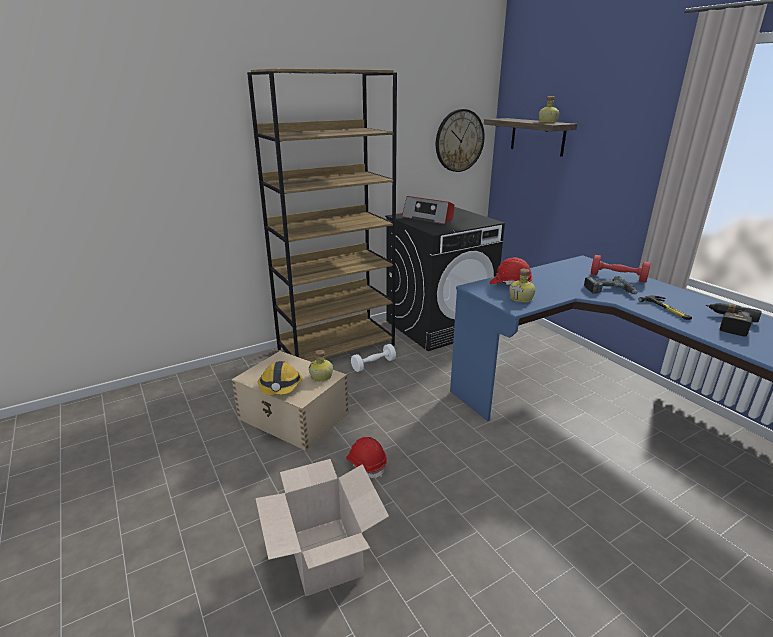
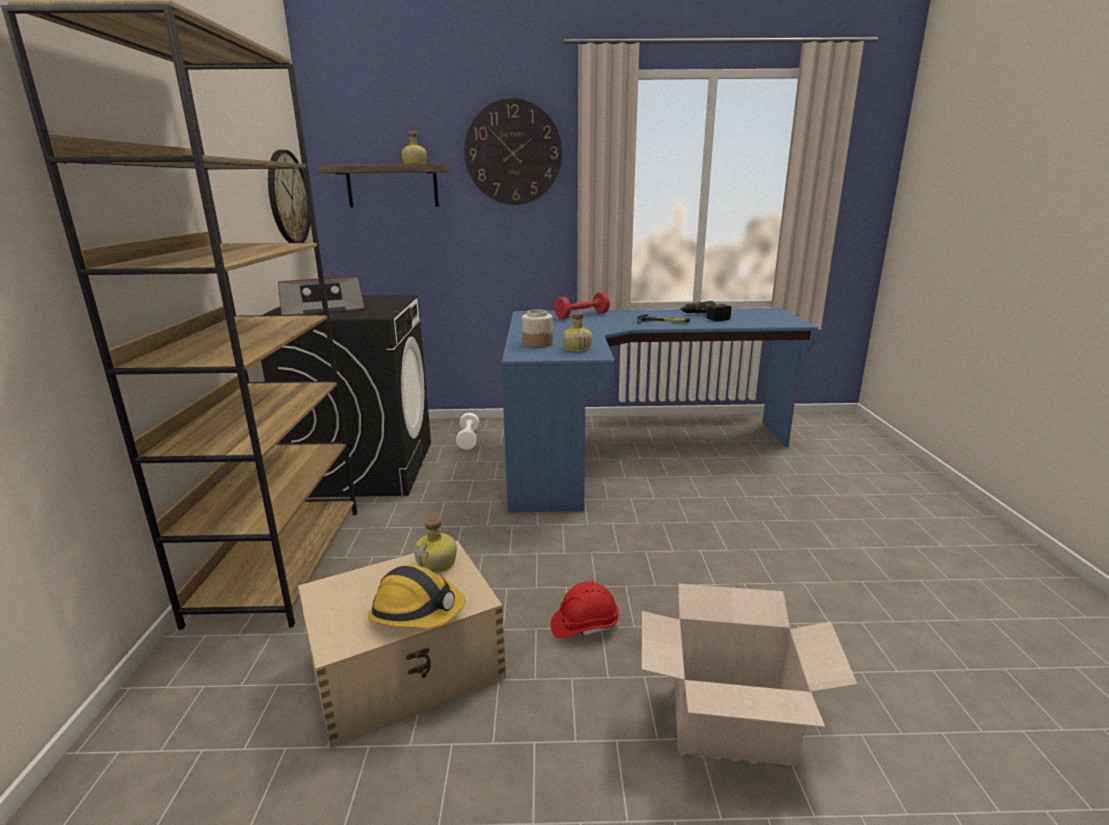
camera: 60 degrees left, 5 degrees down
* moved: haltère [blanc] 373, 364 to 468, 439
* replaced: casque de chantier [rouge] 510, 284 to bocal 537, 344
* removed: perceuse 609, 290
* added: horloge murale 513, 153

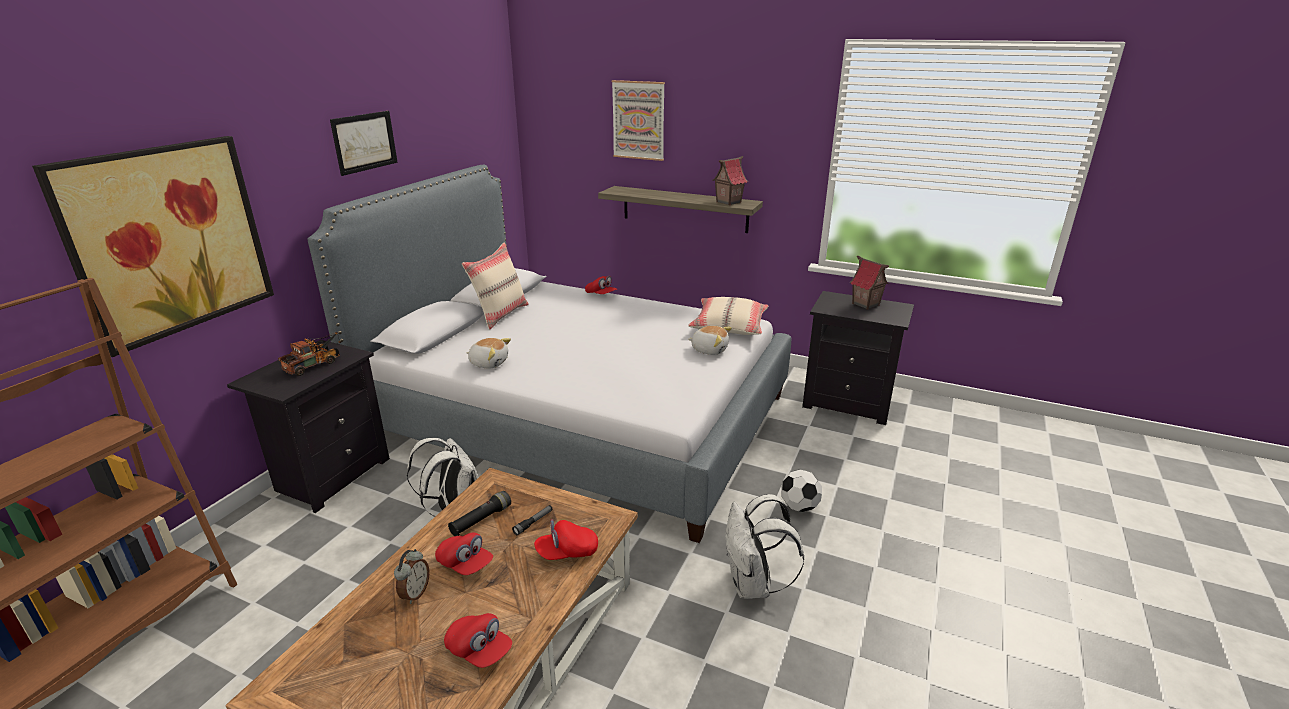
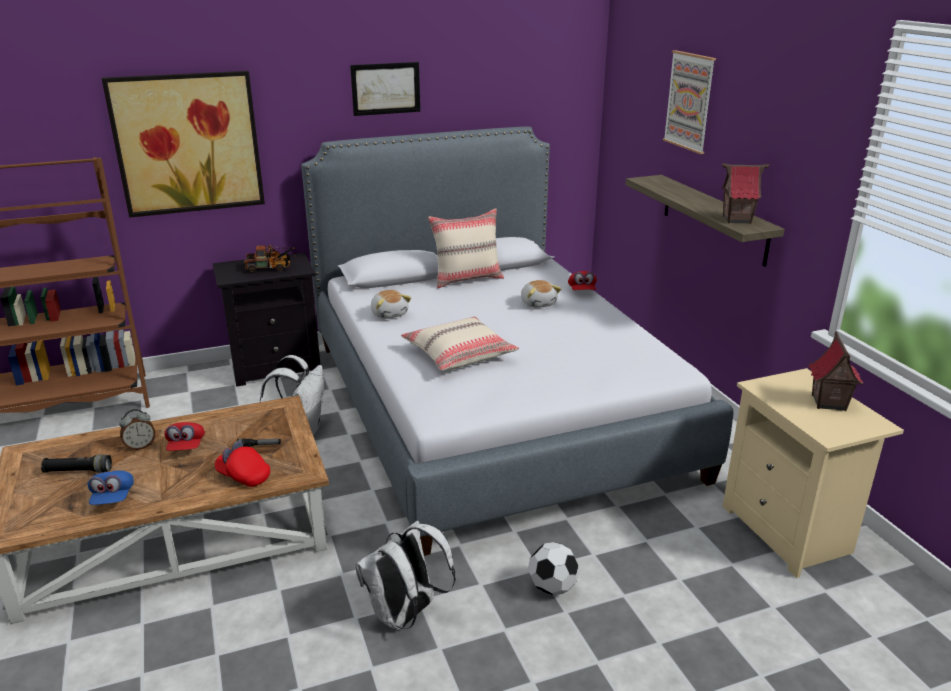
camera: 45 degrees right, 0 degrees up
* recoloured: casquette [rouge] 479, 650 to casquette [bleu] 113, 498
* moved: lampe de poche [noir] 481, 520 to 78, 471
* moved: coussin [beige] 729, 325 to 459, 354
* moved: peluche 709, 349 to 538, 303
* recoloured: table de chevet [noir] 848, 403 to table de chevet [beige] 789, 532

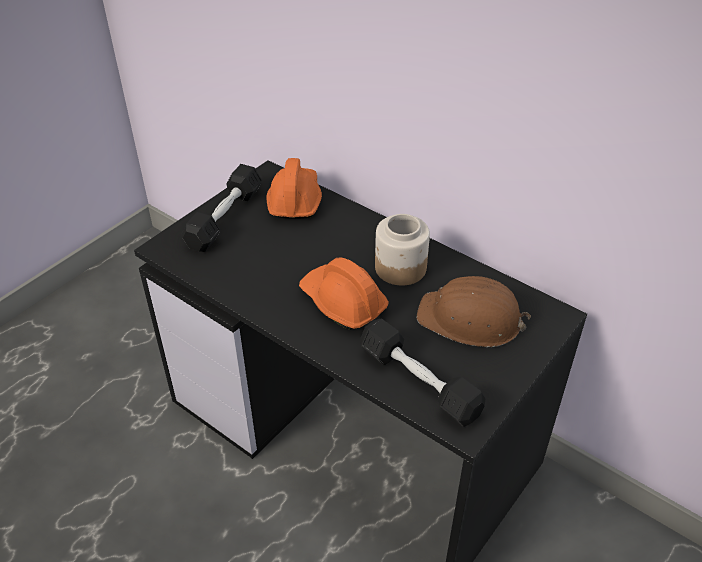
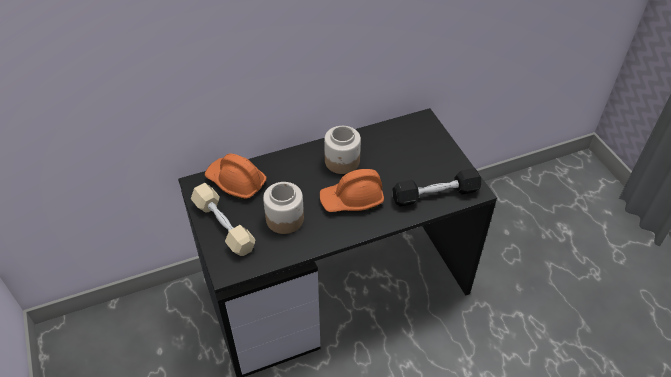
camera: 60 degrees left, 5 degrees up
* recoloured: haltère [noir] 224, 218 to haltère [beige] 223, 226
* removed: casque de chantier [marron] 470, 319
* added: bocal 285, 218

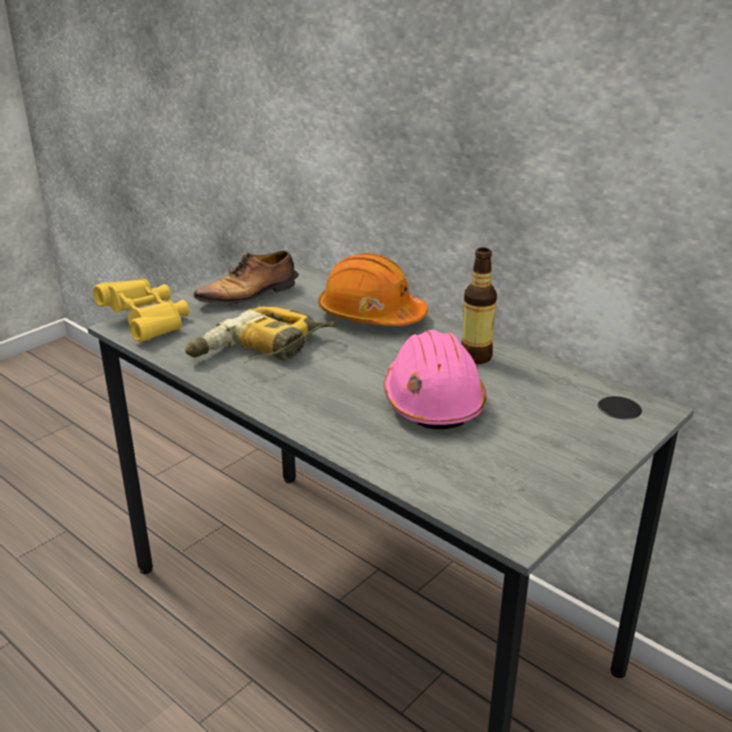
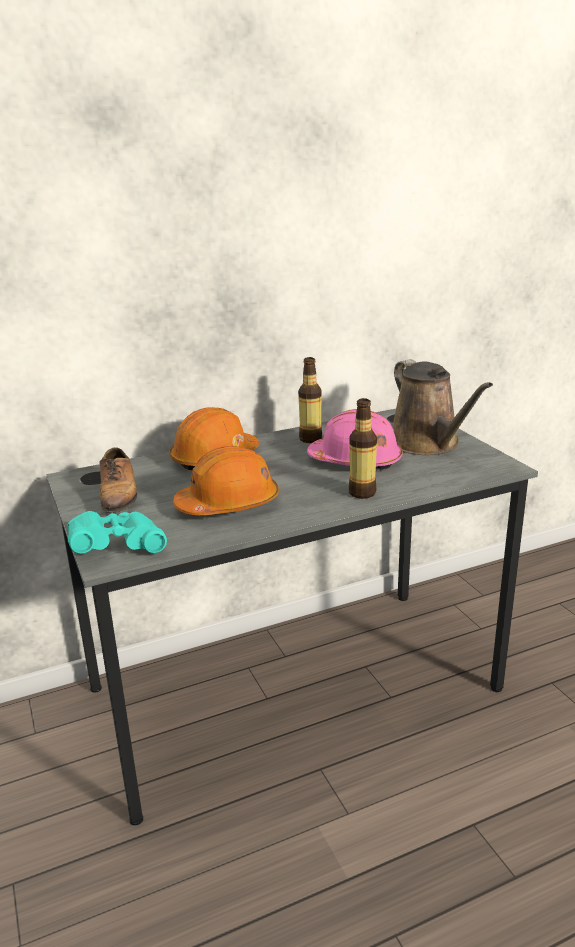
camera: 65 degrees left, 5 degrees down
* recoloured: jumelles [jaune] 147, 323 to jumelles [turquoise] 117, 548
* replaced: perceuse 261, 351 to casque de chantier [orange] 228, 504
* added: bouteille 362, 493
* added: arrosoir [marron] 428, 444

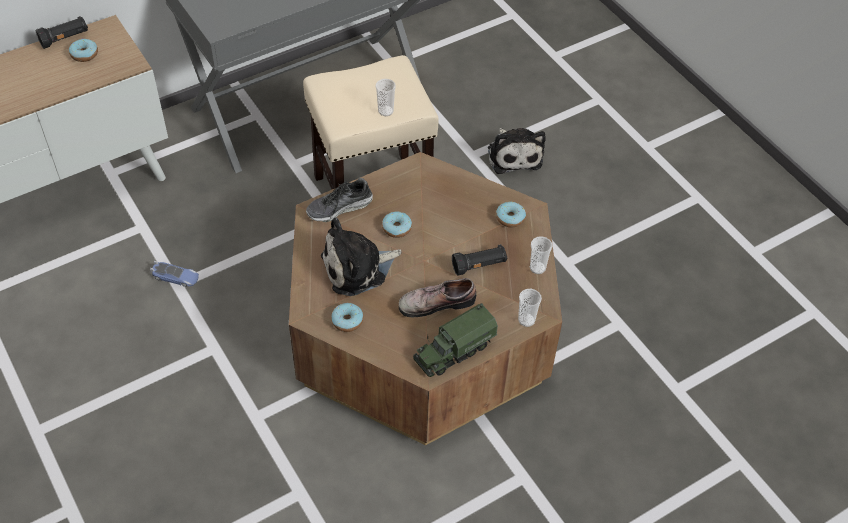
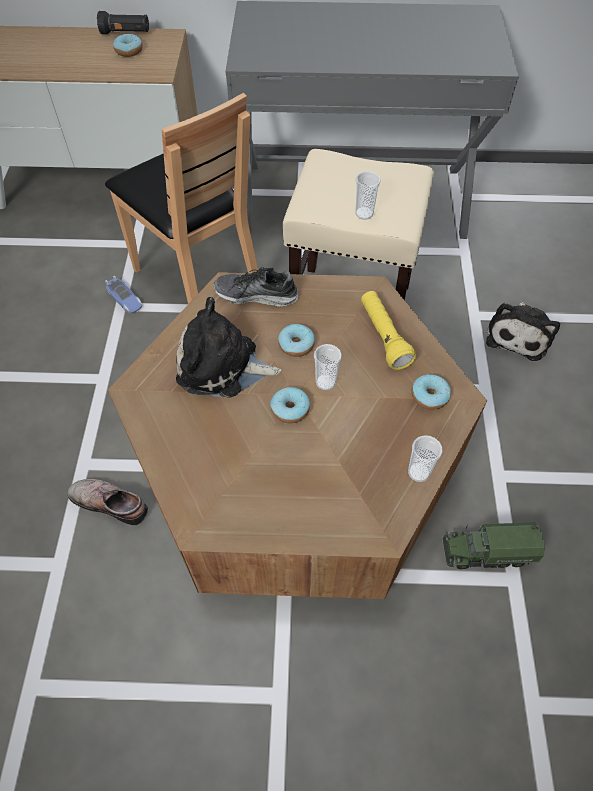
camera: 35 degrees right, 5 degrees up
* moved: beignet 347, 321 to 290, 409
* moved: chaussure 436, 301 to 111, 501
* moved: camion jouet 454, 350 to 487, 552
* removed: lampe de poche [noir] 479, 266
* moved: tasse 526, 320 to 325, 382
* added: chaise [marron] 198, 280
* added: lampe de poche [jaune] 383, 336

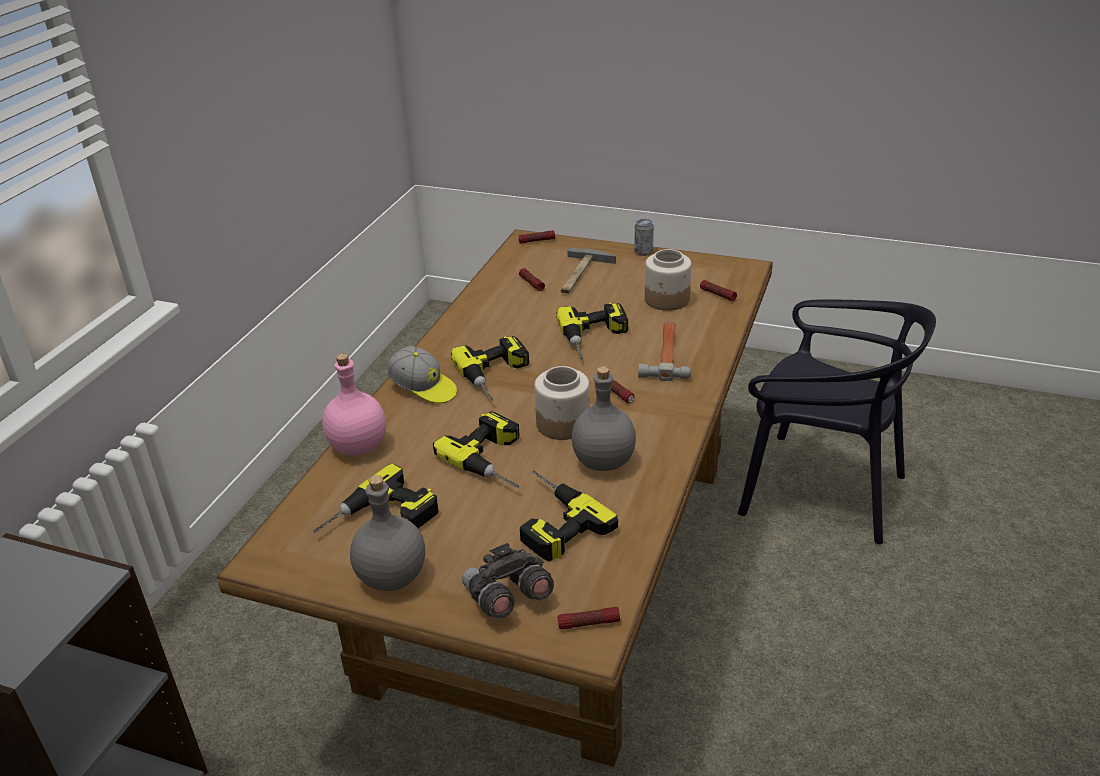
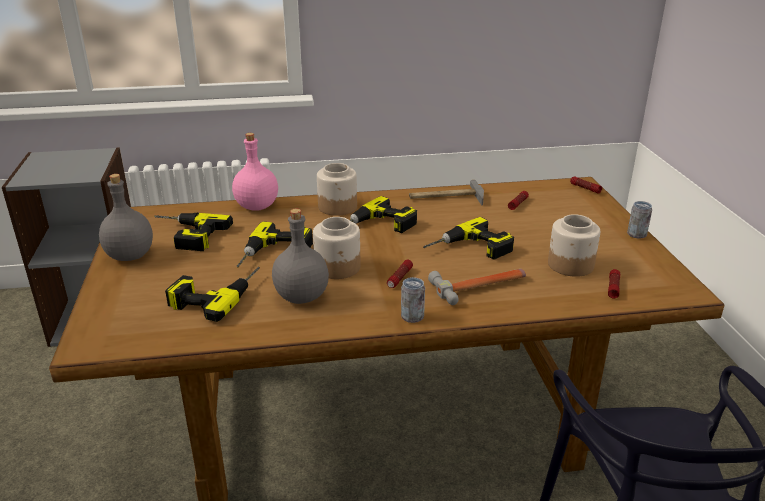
camera: 60 degrees right, 5 degrees down
* replaced: casquette 423, 388 to bocal 338, 207
* removed: jumelles [gris] 507, 598
* removed: lampe de poche 588, 623
* moved: marteau 580, 275 to 446, 197
* added: boîte métallique 412, 317

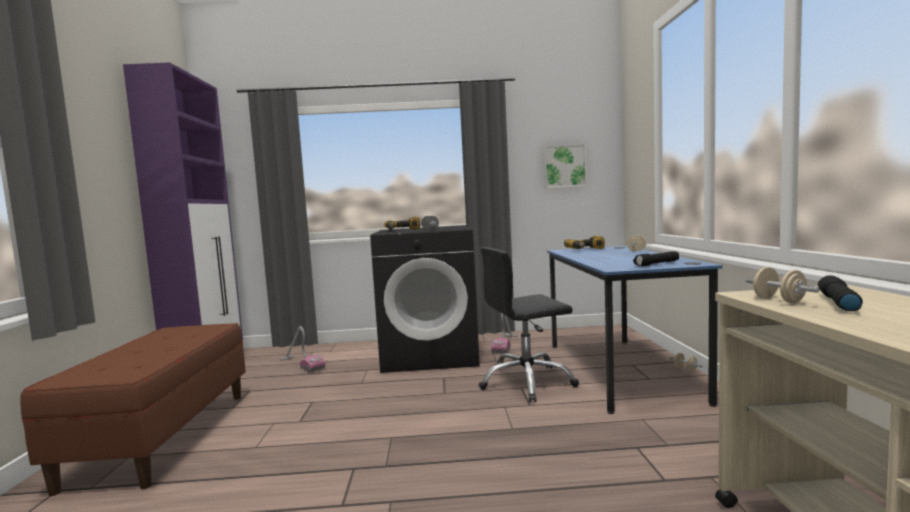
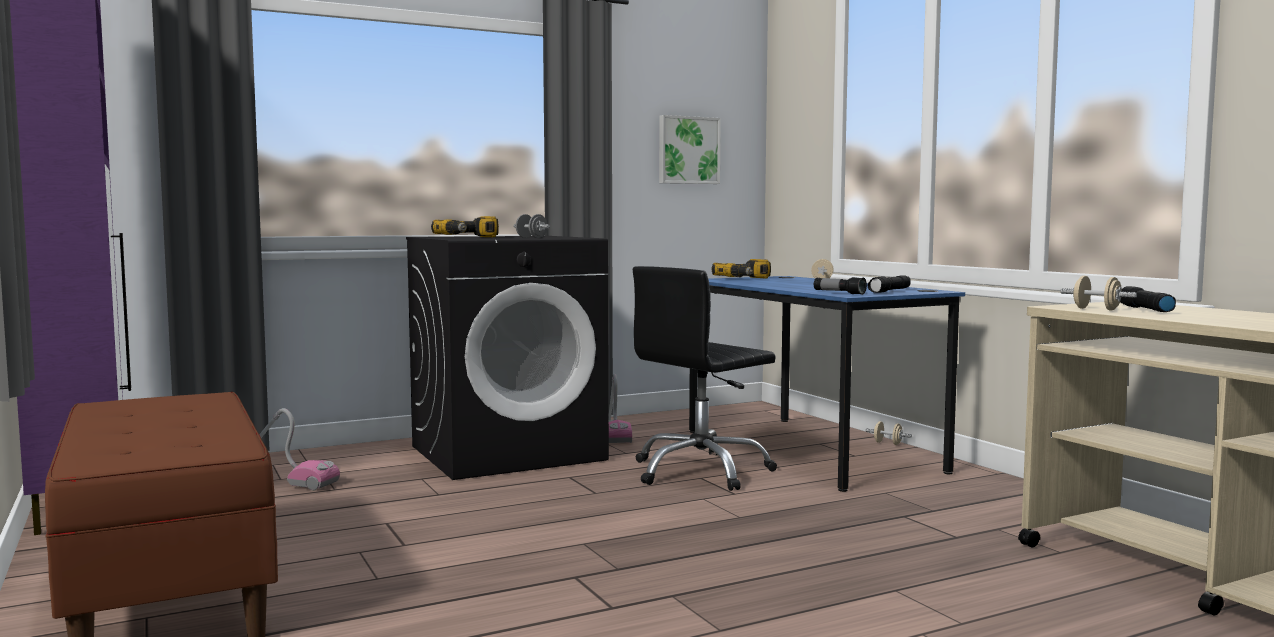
camera: 25 degrees left, 0 degrees up
* added: lampe de poche 839, 293

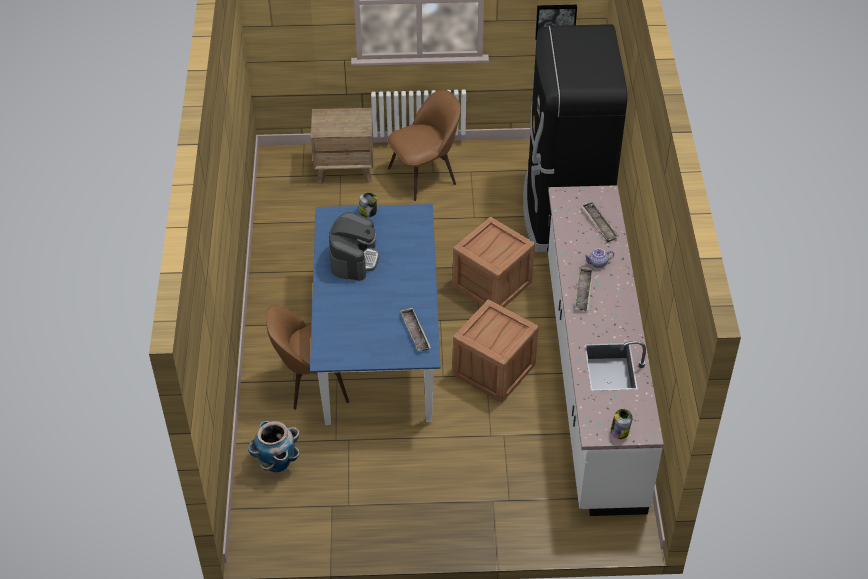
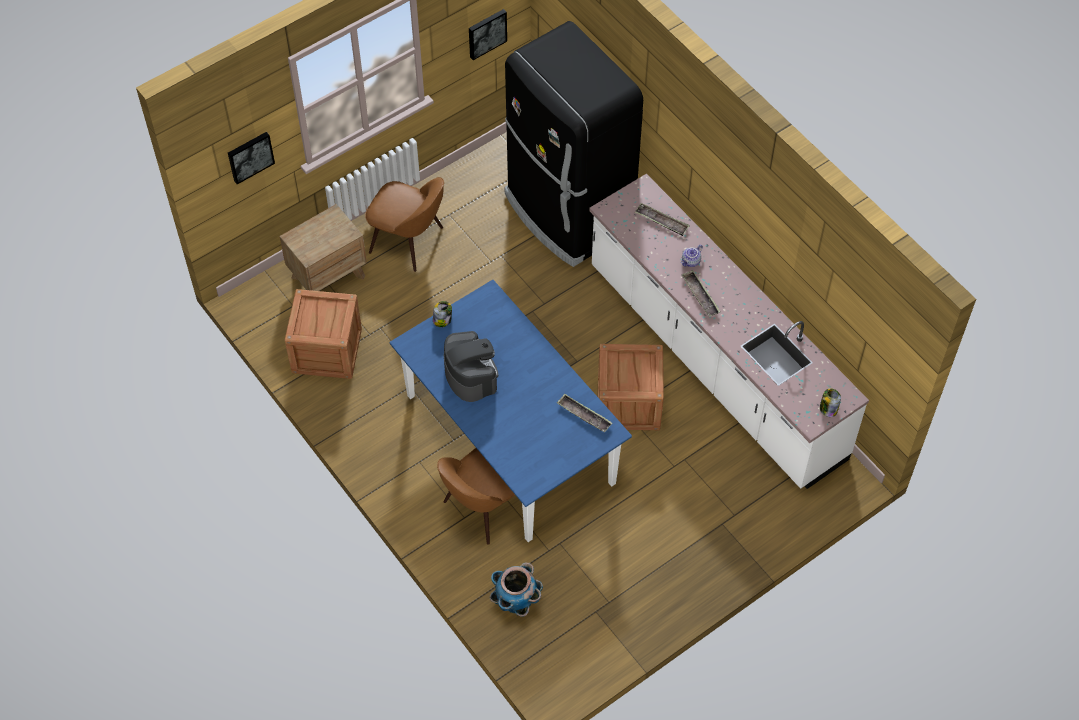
camera: 35 degrees left, 10 degrees up
* turned: chaise [marron] 424, 175 = 409, 241 90 degrees clockwise
* moved: caisse 492, 284 to 327, 350
* added: tableau 250, 156

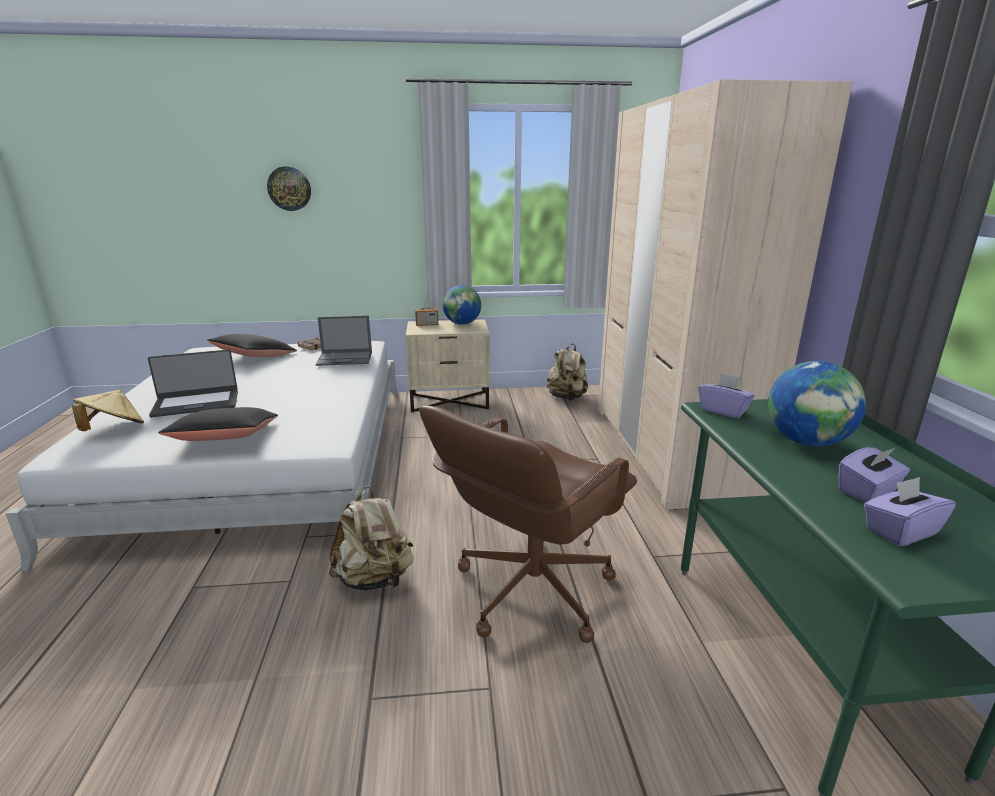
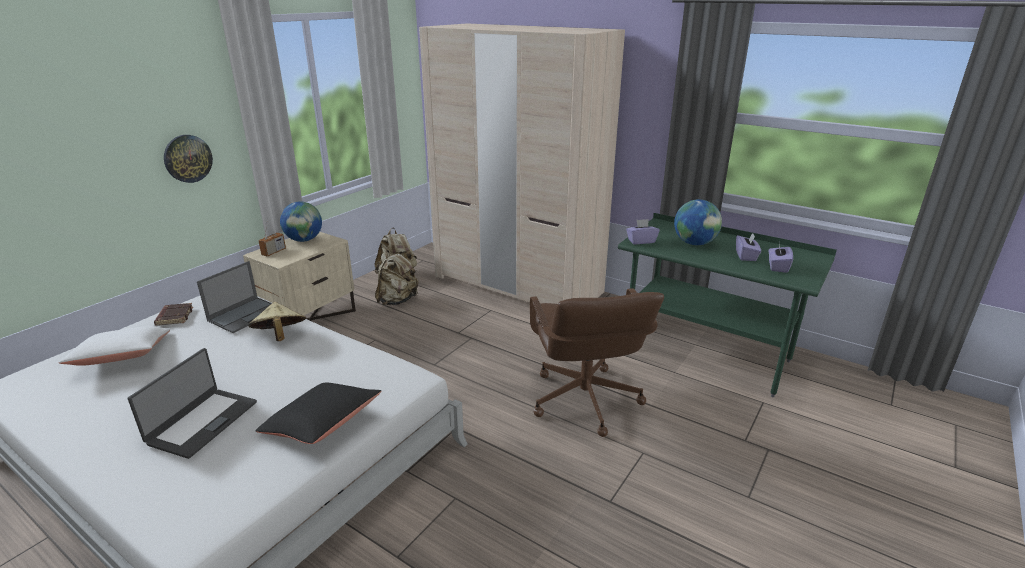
camera: 50 degrees left, 5 degrees up
* moved: chapeau [beige] 114, 429 to 280, 336
* recoloured: coussin [noir] 254, 357 to coussin [blanc] 123, 358
* moved: horloge murale 289, 188 to 187, 158
* moved: sac à dos [beige] 375, 579 to 397, 301

